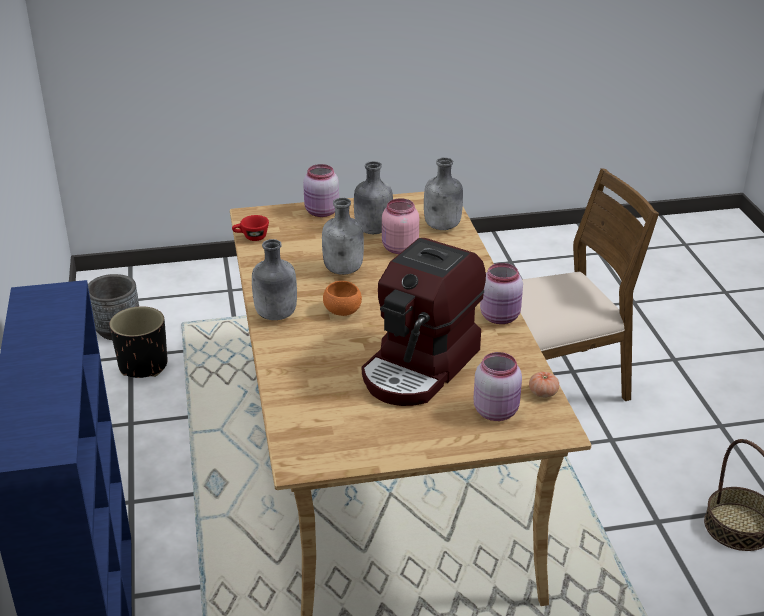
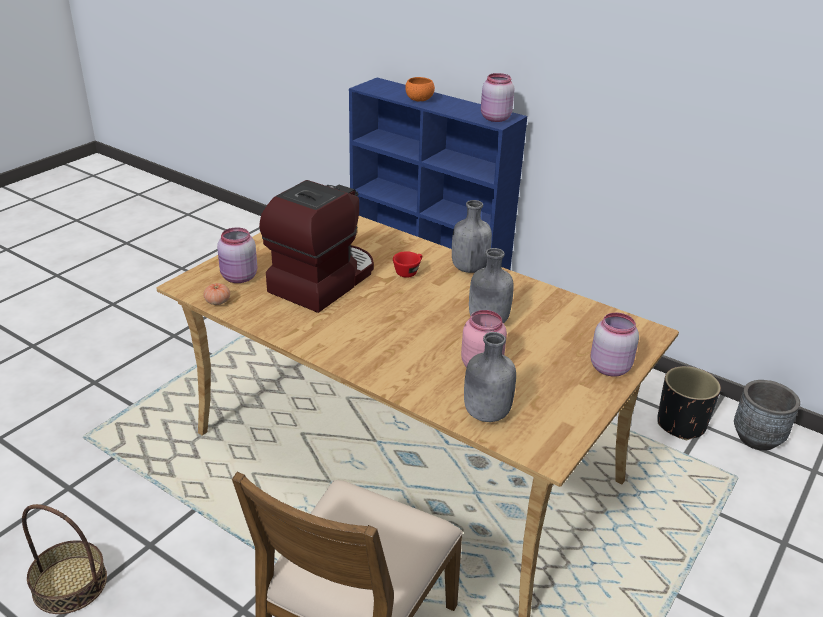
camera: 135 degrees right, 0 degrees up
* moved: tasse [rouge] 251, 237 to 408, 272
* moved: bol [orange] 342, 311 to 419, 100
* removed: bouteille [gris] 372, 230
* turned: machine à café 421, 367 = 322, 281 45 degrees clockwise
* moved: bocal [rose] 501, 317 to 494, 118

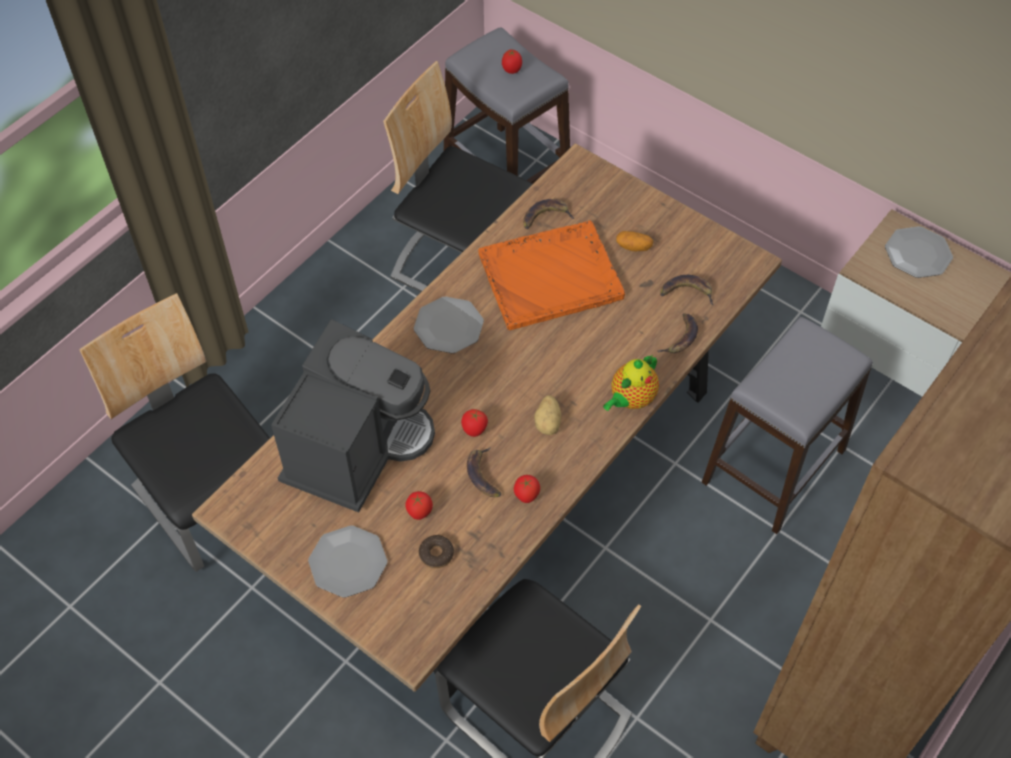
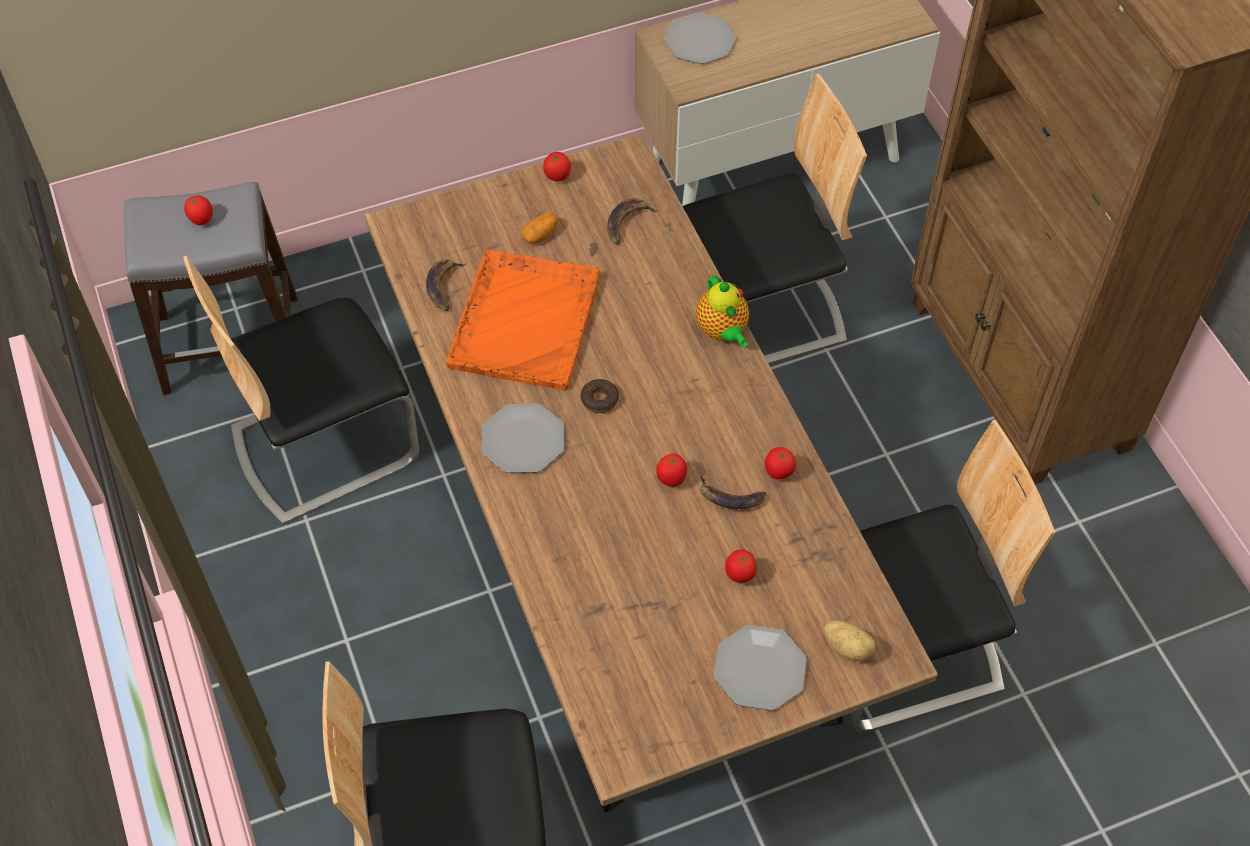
camera: 60 degrees left, 0 degrees up
* removed: machine à café 357, 447
* moved: beignet 436, 554 to 599, 399
* moved: pomme de terre 548, 423 to 848, 647
* removed: banane 681, 338
* replaced: tabouret [gris] 775, 466 to chaise 758, 314
* added: tomate 557, 177

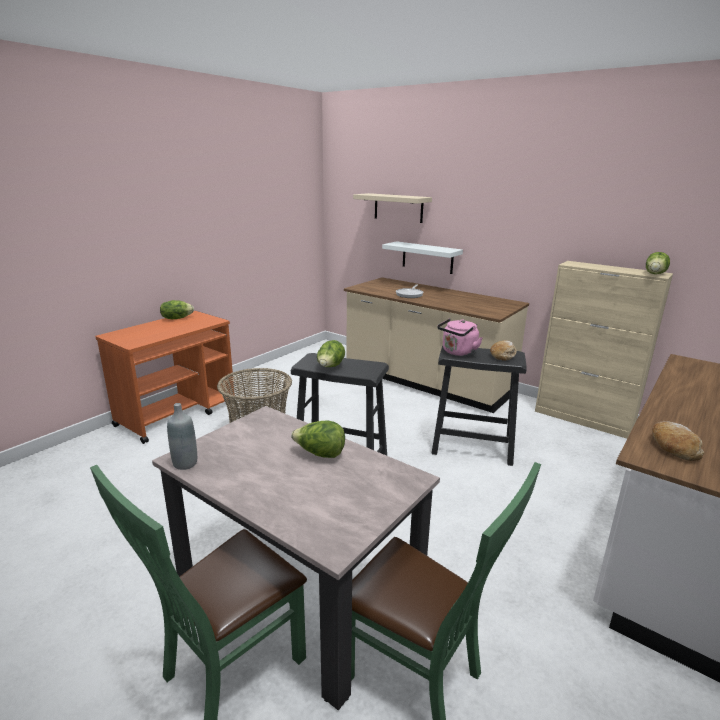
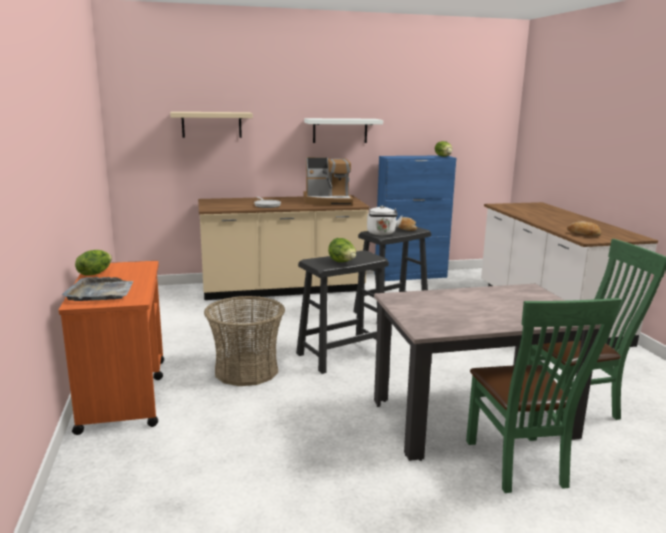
camera: 50 degrees left, 5 degrees down
* removed: bouteille [gris] 185, 464
* removed: laitue 320, 454
* moved: étagère [blanc] 427, 257 to 340, 130
* recoloured: bouilloire [rose] 458, 352 to bouilloire [blanc] 381, 234
* recoloured: meuble de rangement [beige] 583, 419 to meuble de rangement [bleu] 411, 276
* added: plateau [gris] 101, 292
* added: machine à café 328, 201

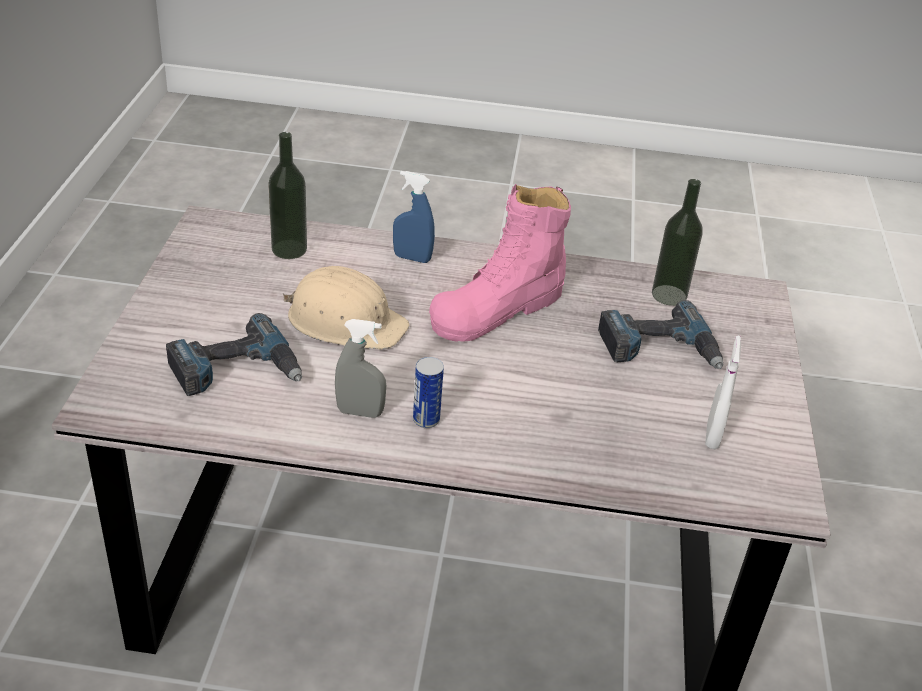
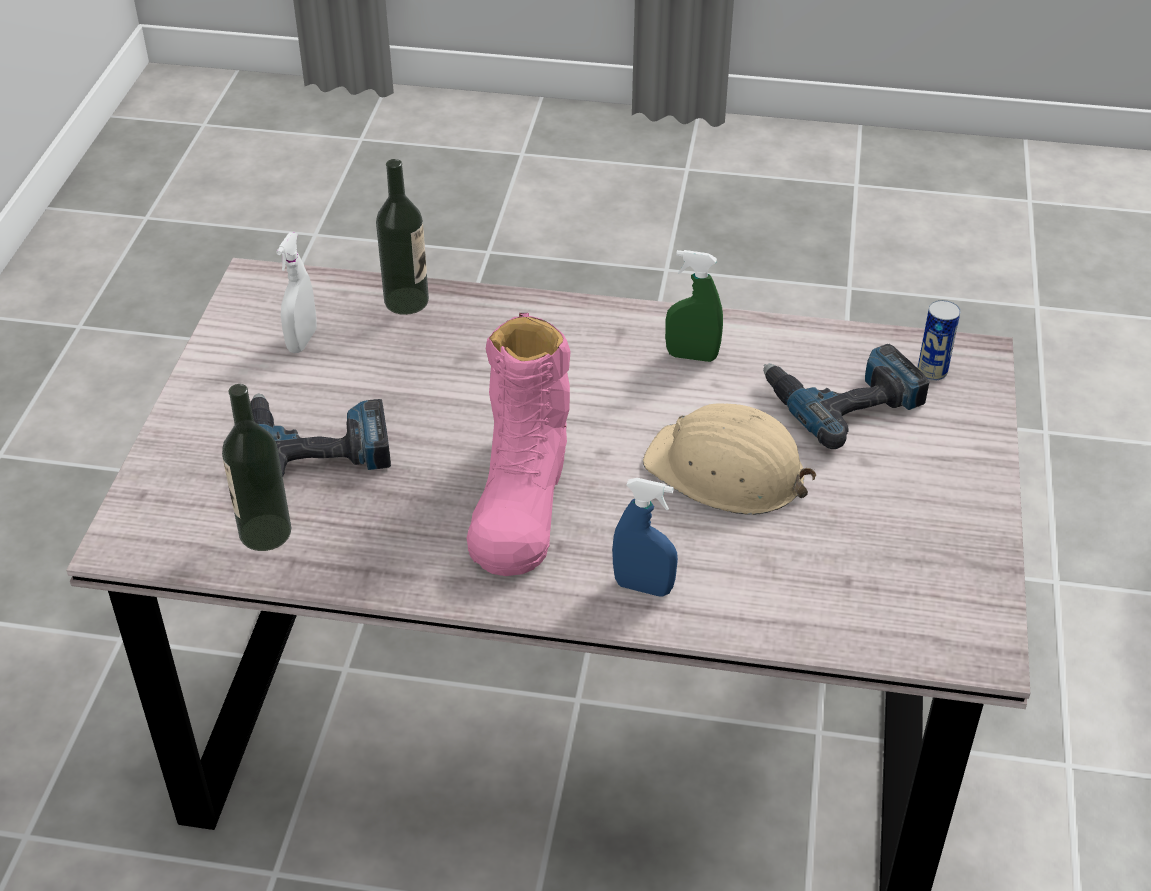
camera: 175 degrees left, 5 degrees up
* moved: bouteille 289, 249 to 406, 301
* recoloured: vaporisateur [gris] 360, 412 to vaporisateur [vert] 691, 356
* moved: boîte métallique 426, 420 to 932, 371
* turned: botte [rose] 498, 309 = 521, 498 135 degrees clockwise

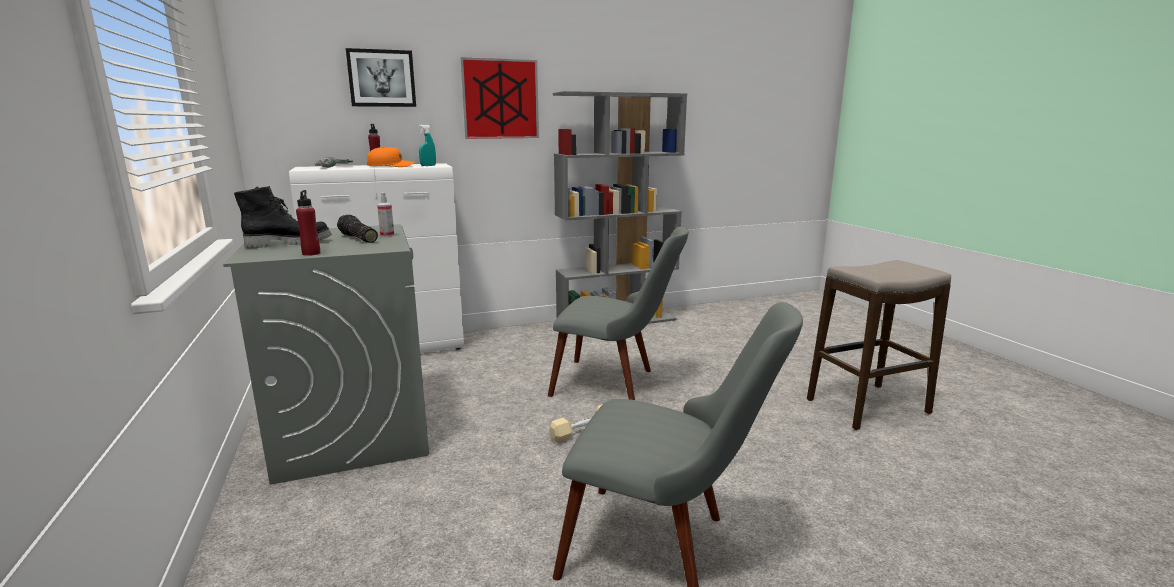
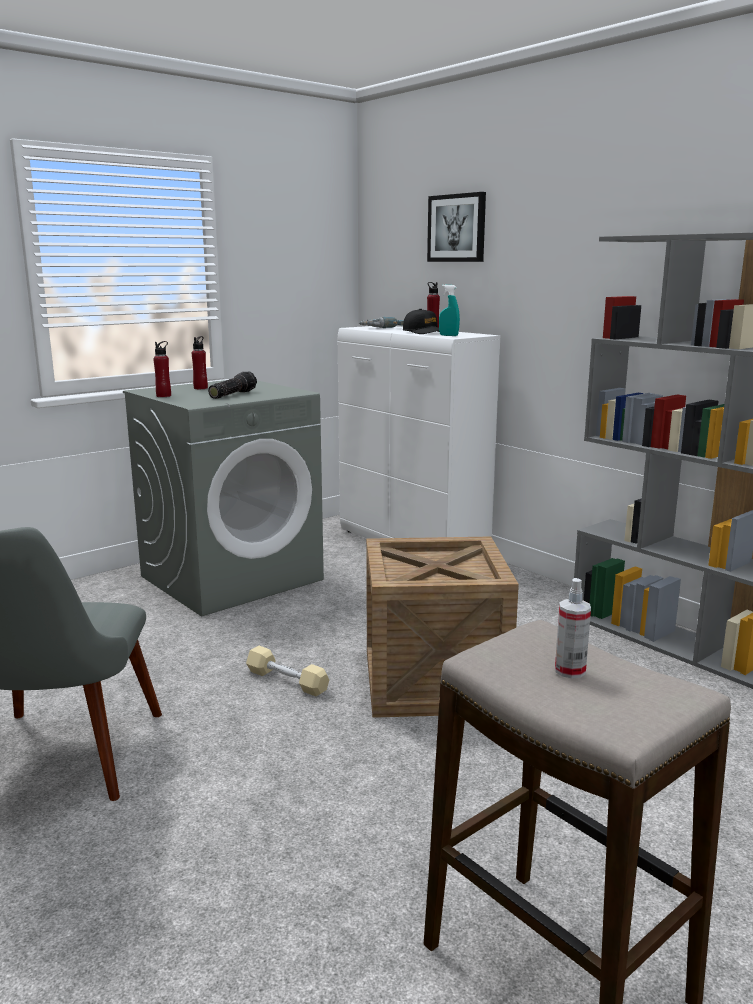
camera: 70 degrees right, 0 degrees up
* replaced: botte [noir] 289, 243 to bouteille [rouge] 200, 388
* recoloured: casquette [orange] 391, 166 to casquette [noir] 423, 332
* moved: vaporisateur 387, 235 to 570, 670
* removed: tableau 500, 99
* replaced: chaise [gris] 617, 383 to caisse 433, 680

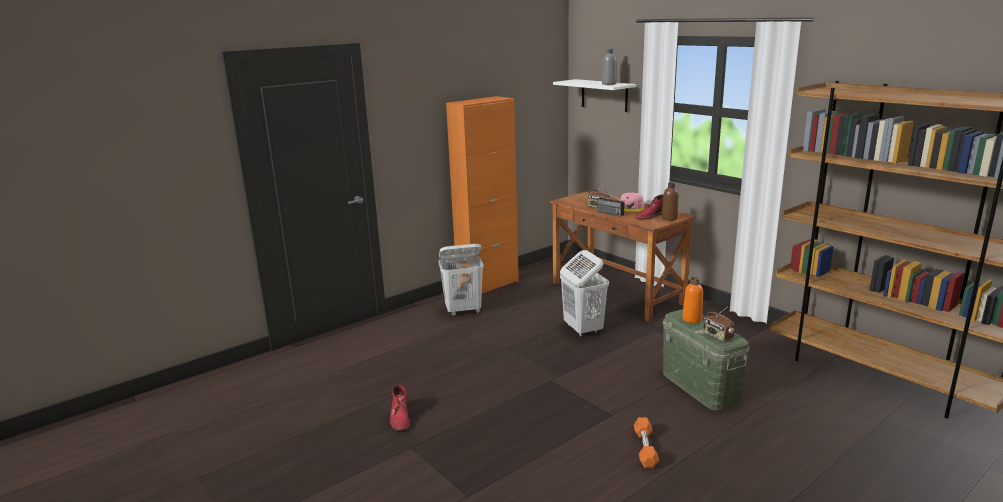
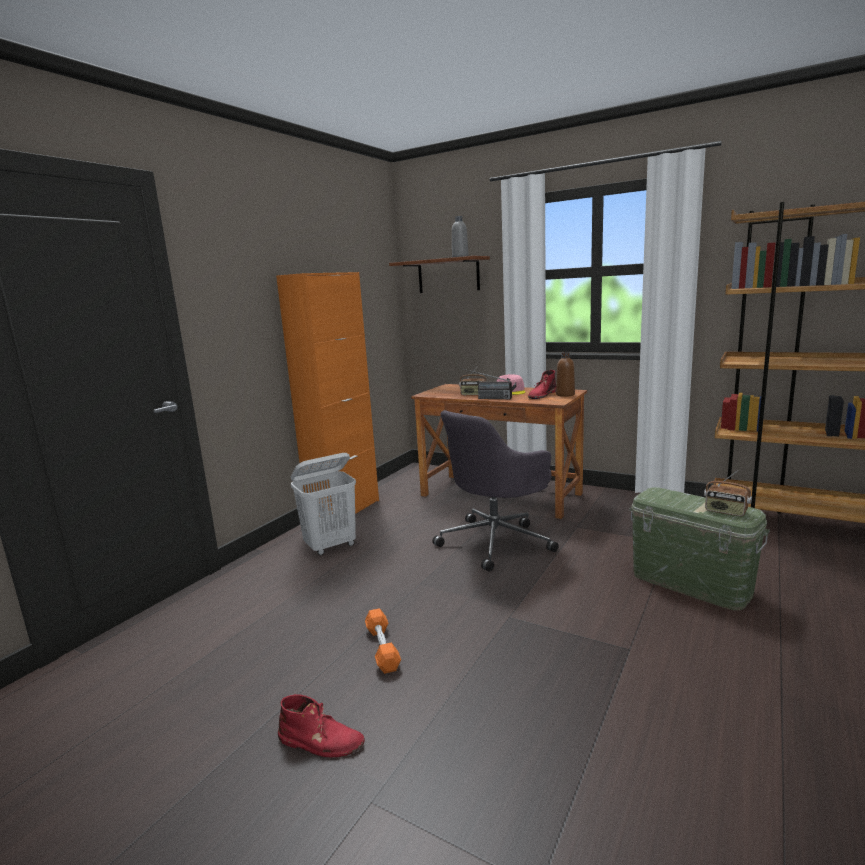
camera: 20 degrees left, 5 degrees down
* turned: botte [rouge] 400, 417 = 321, 741 45 degrees counterclockwise
* recoloured: étagère [blanc] 604, 95 to étagère [marron] 448, 275
* replaced: panier à linge [blanc] 583, 329 to chaise de bureau [gris] 496, 541
* moved: haltère [orange] 645, 448 to 382, 648
* removed: bouteille [orange] 692, 319

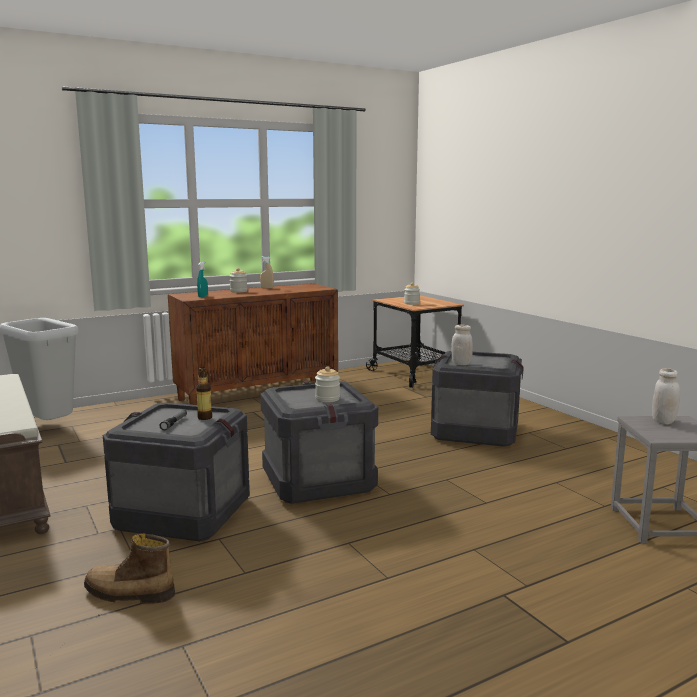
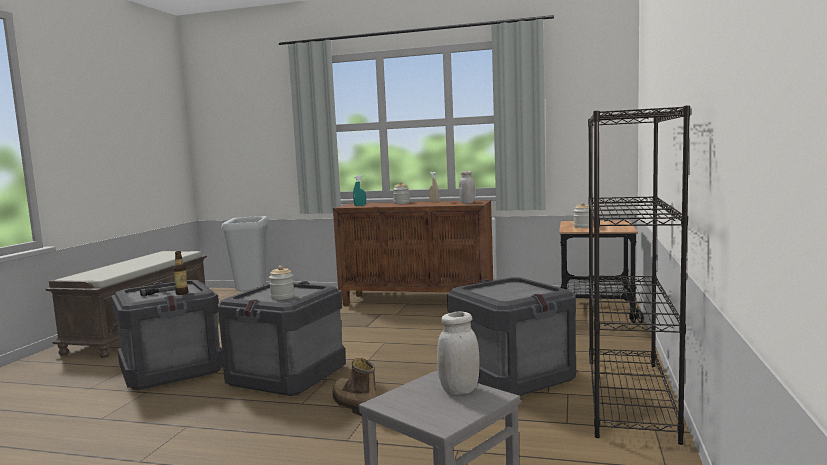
camera: 45 degrees right, 5 degrees down
* moved: botte 128, 594 to 354, 405
* moved: bocal [blanc] 461, 364 to 467, 203
* added: bibliothèque [noir] 629, 397

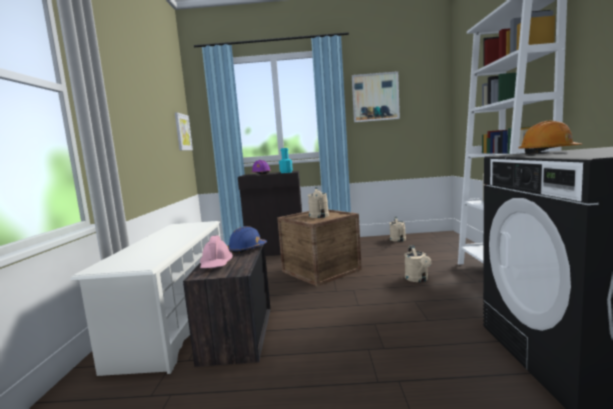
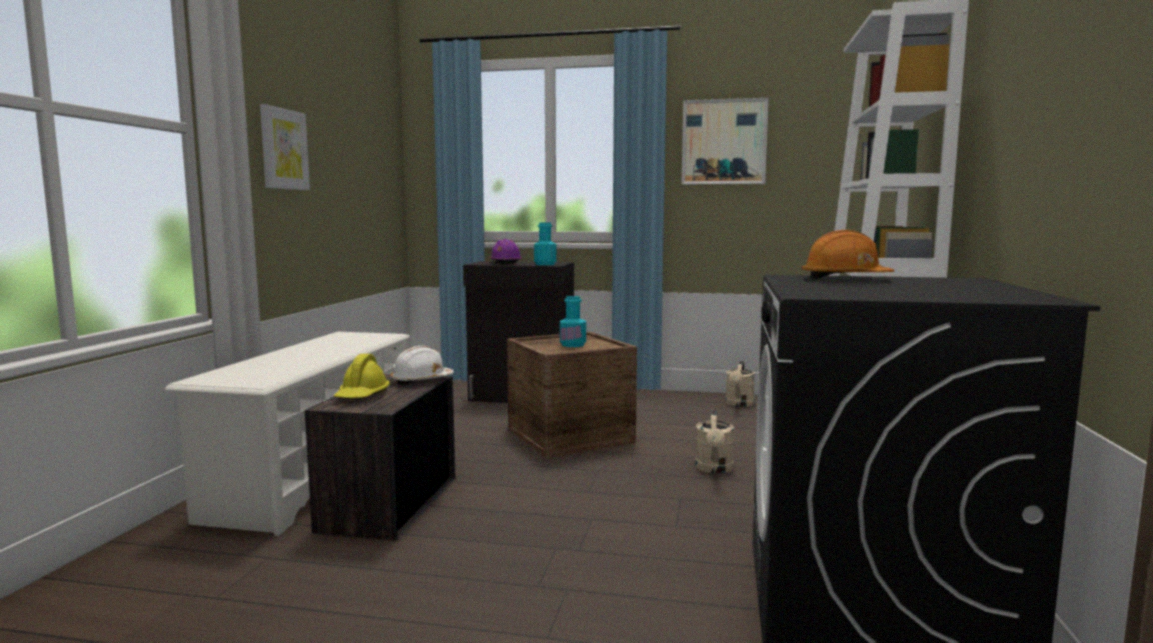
camera: 10 degrees right, 0 degrees up
* moved: tableau 182, 132 to 283, 149
* recoloured: casque de chantier [rose] 216, 265 to casque de chantier [jaune] 362, 396
* recoloured: casque de chantier [bleu] 247, 249 to casque de chantier [blanc] 421, 381
* replaced: arrosoir [beige] 319, 216 to bouteille [turquoise] 573, 345

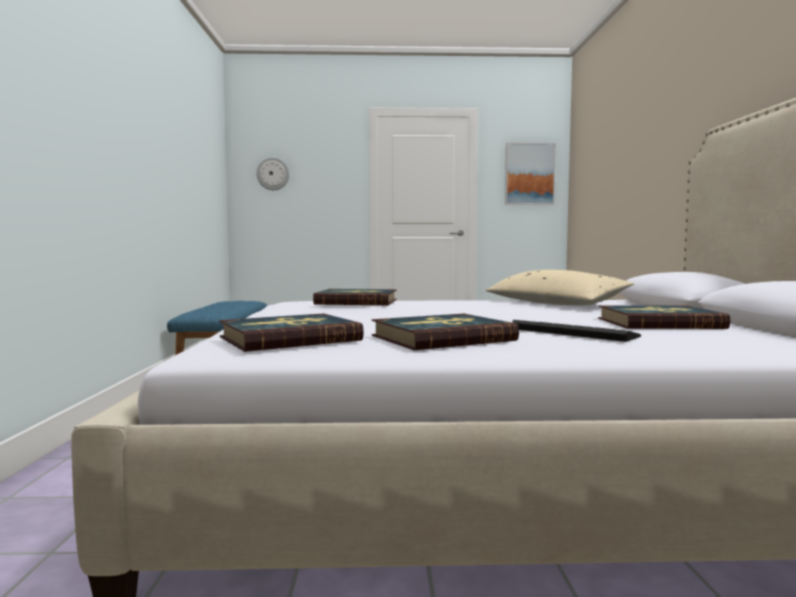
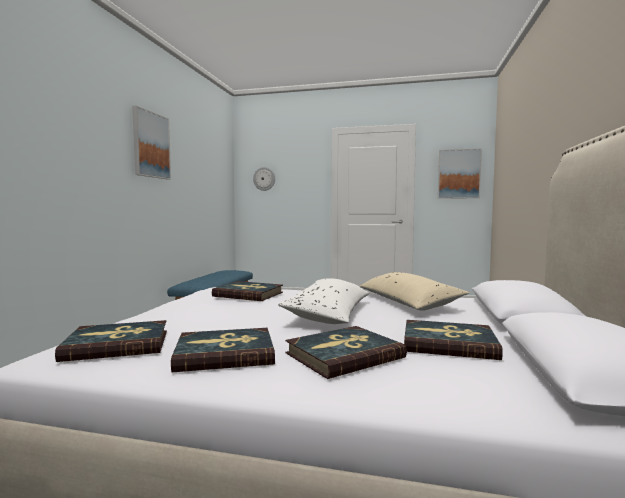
camera: 15 degrees right, 0 degrees up
* replaced: clavier 574, 333 to livre 344, 355
* added: tableau 151, 145
* added: coussin [blanc] 329, 313

